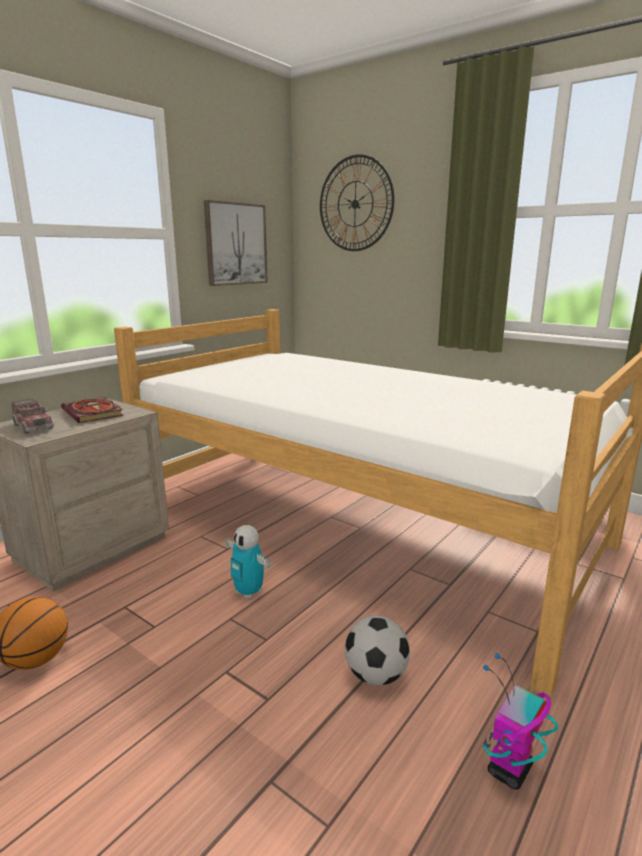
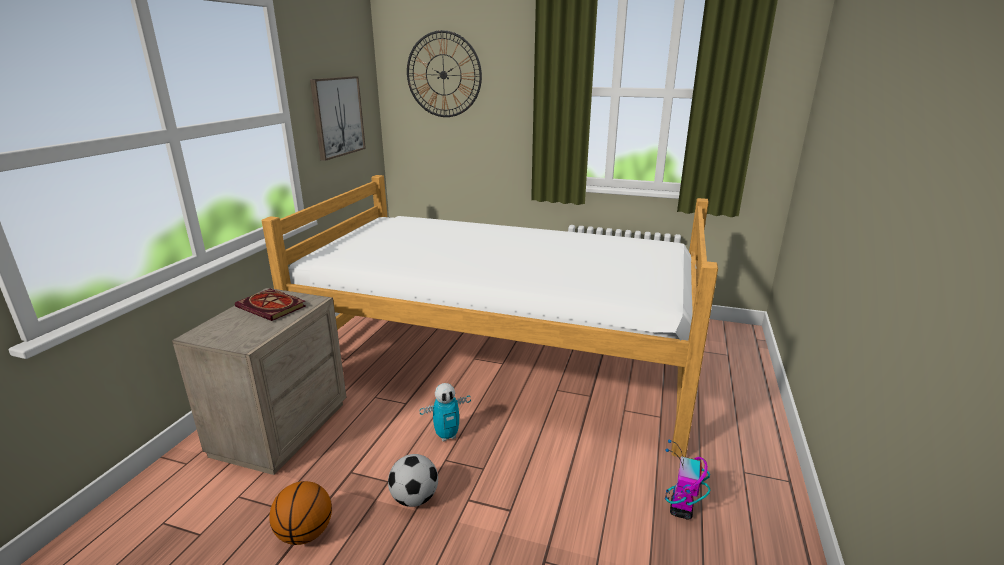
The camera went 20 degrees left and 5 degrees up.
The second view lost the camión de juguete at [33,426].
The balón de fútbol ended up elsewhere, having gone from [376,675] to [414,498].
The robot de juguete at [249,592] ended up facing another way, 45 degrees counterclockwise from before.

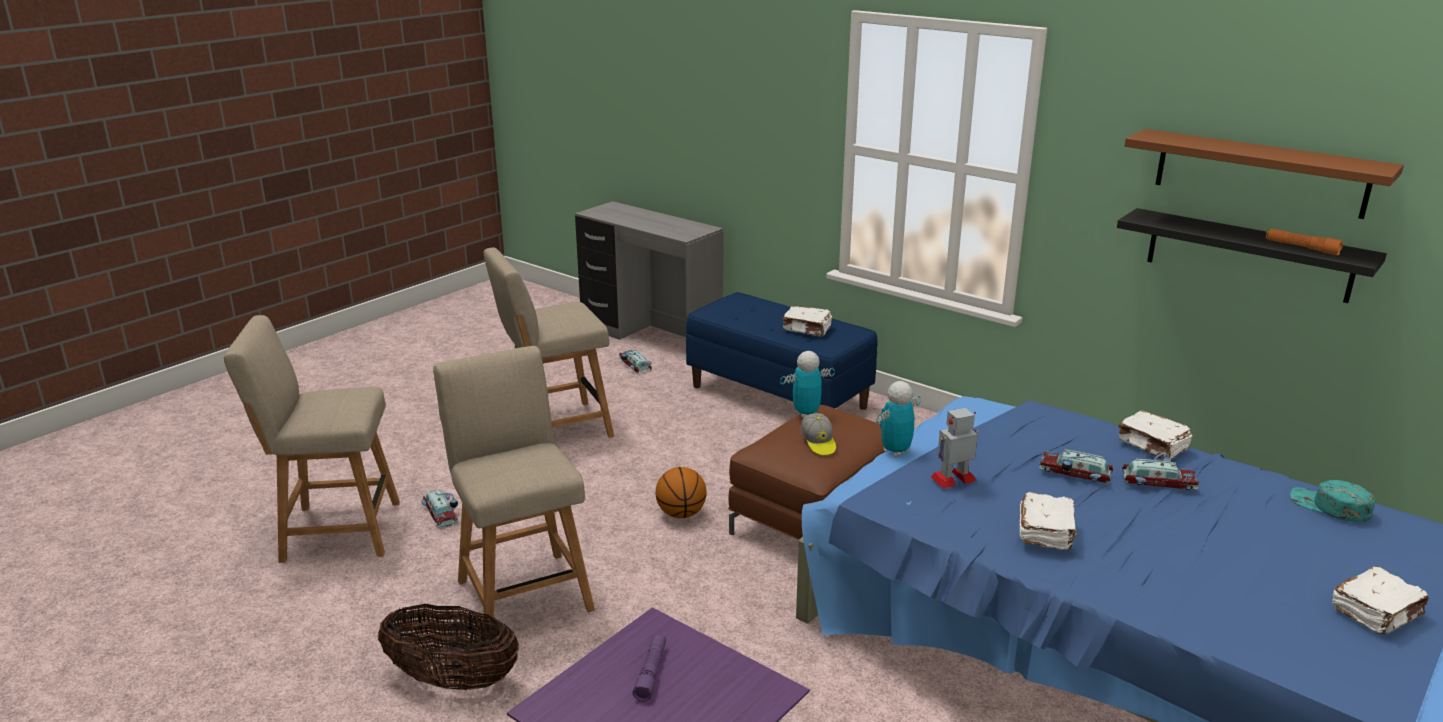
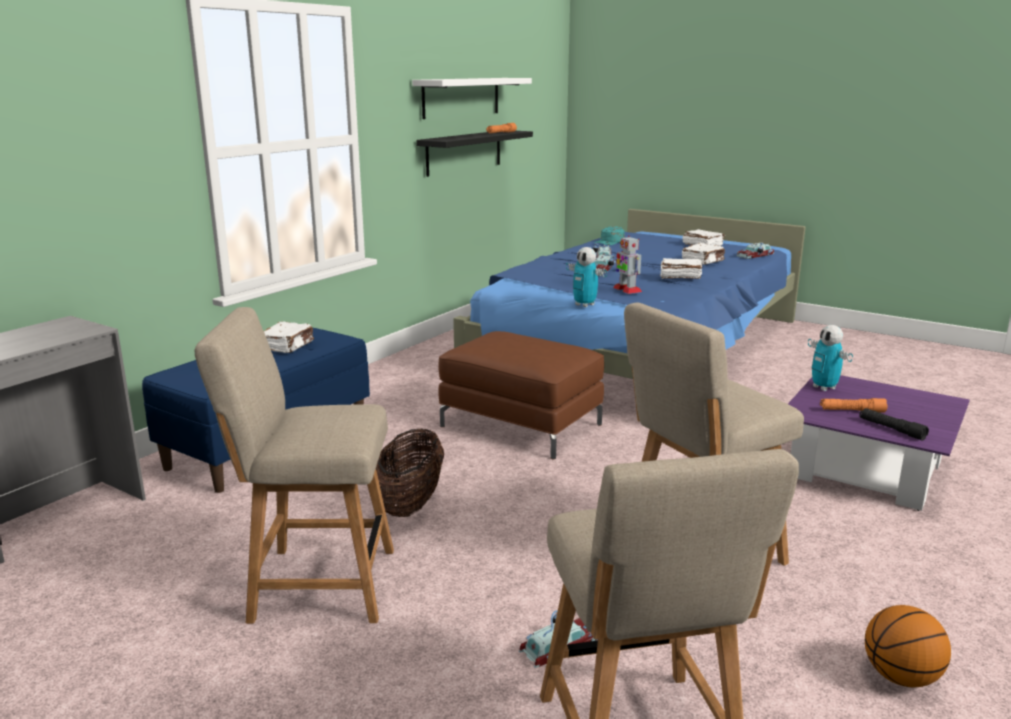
The camera went 95 degrees left and 5 degrees down.
The second view lost the gorra at [818,443].
The second view gained the linterna/negro at [891,429].
The cesta ended up elsewhere, having gone from [453,680] to [410,503].
The coche de juguete ended up elsewhere, having gone from [634,365] to [756,256].
The balón de baloncesto ended up elsewhere, having gone from [681,514] to [900,677].
The robot de juguete ended up elsewhere, having gone from [806,413] to [824,388].
The libro/blanco ended up elsewhere, having gone from [1153,446] to [703,261].
What was the linterna/morado at [651,673] turned into the linterna/naranja at [852,411].
What was the estante/marrón at [1260,173] turned into the estante/blanco at [461,97].
The silla/beis at [555,428] ended up facing another way, 120 degrees clockwise from before.

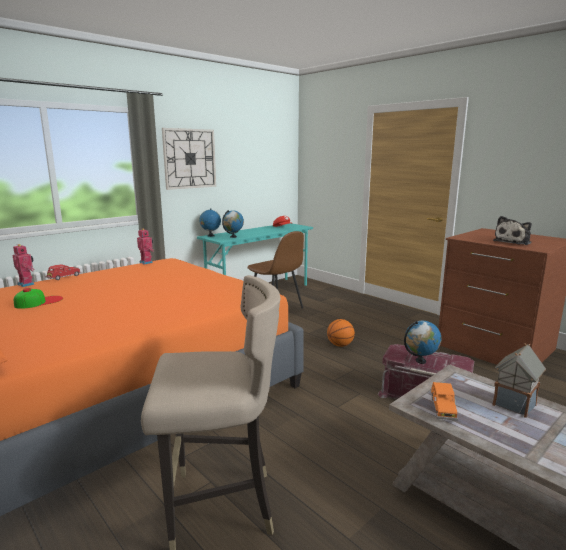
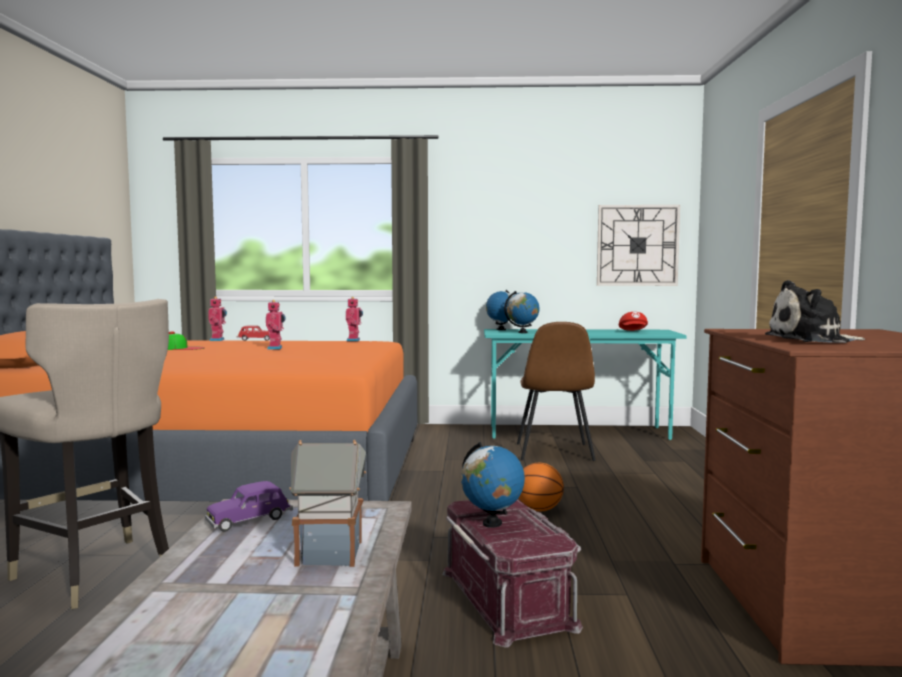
The camera went 45 degrees right and 10 degrees down.
The second view gained the robot de juguete at [276,348].
The reloj de pared ended up elsewhere, having gone from [189,158] to [637,245].
What was the coche de juguete/naranja at [442,408] turned into the coche de juguete/morado at [249,521].

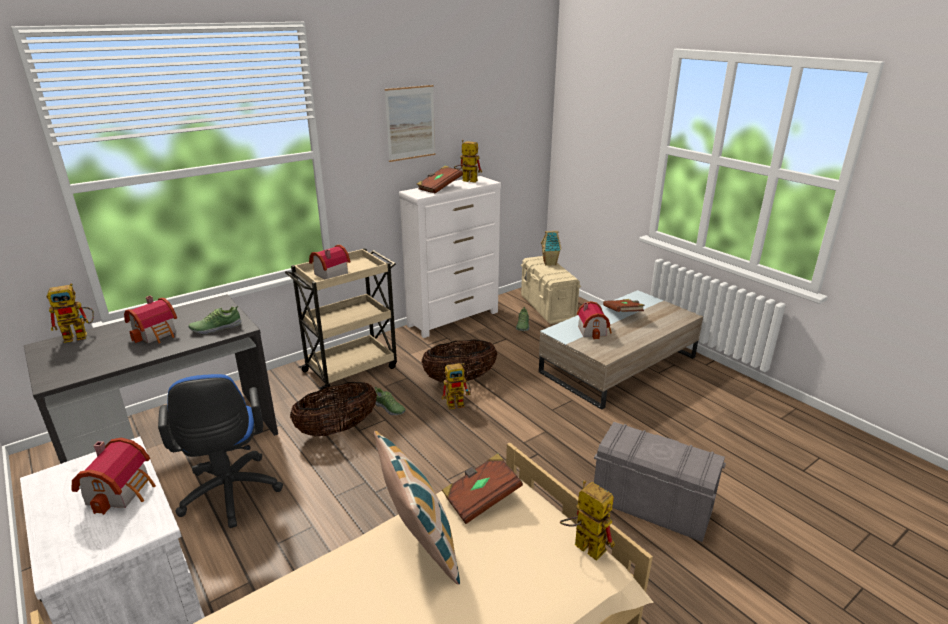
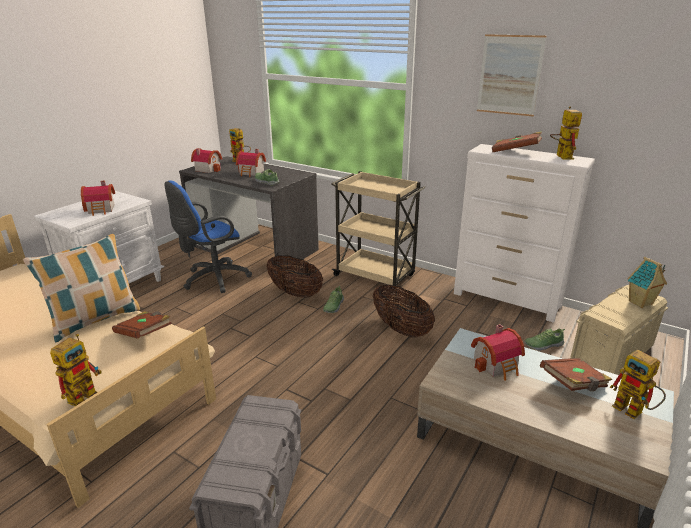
The camera went 70 degrees right and 0 degrees up.
The casita ended up elsewhere, having gone from [329,274] to [208,169].
The robot de juguete ended up elsewhere, having gone from [458,403] to [634,411].

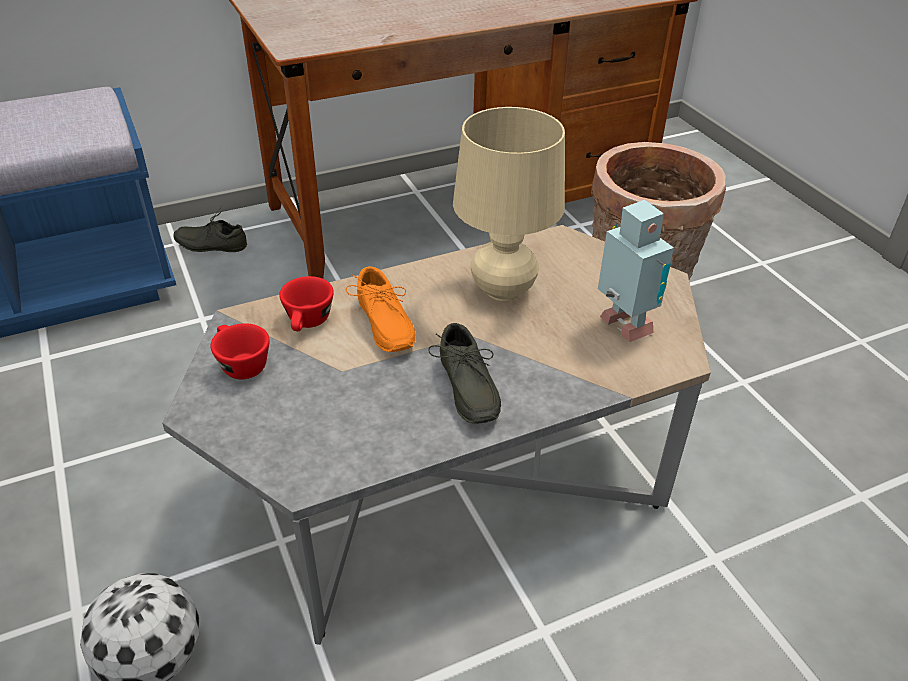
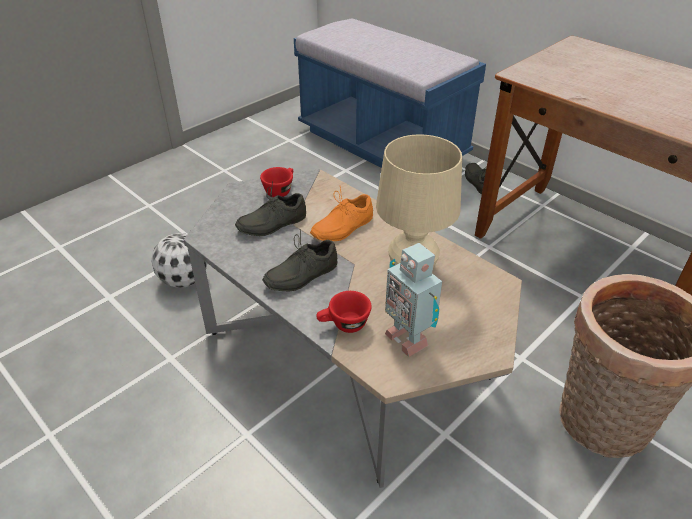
The camera went 70 degrees right and 0 degrees up.
The second view gained the zapato/gris at [271,223].
The taza/rojo ended up elsewhere, having gone from [308,323] to [344,325].
The robot de juguete at [623,328] ended up facing another way, 105 degrees clockwise from before.

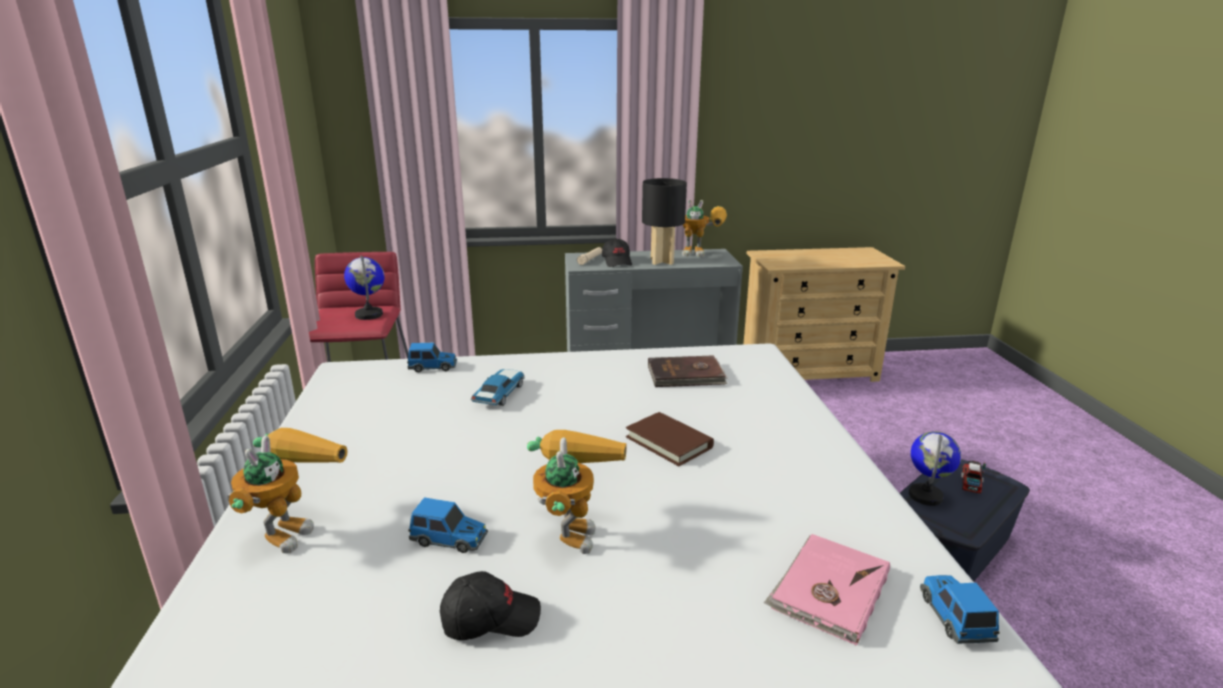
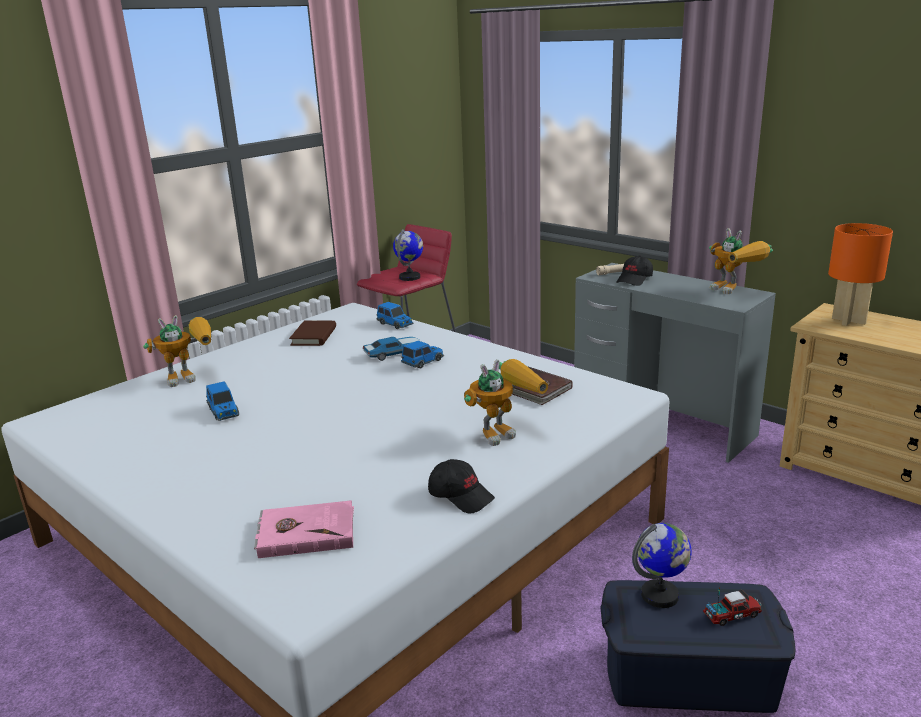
The camera went 50 degrees right and 0 degrees up.
The second view lost the lámpara de mesa/negro at [662,261].
The second view gained the lámpara de mesa/naranja at [848,321].
The gorra/negro ended up elsewhere, having gone from [490,618] to [461,496].
The robot de juguete ended up elsewhere, having gone from [571,527] to [504,431].
The libro/marrón ended up elsewhere, having gone from [669,442] to [314,336].
The coche de juguete ended up elsewhere, having gone from [954,617] to [423,362].

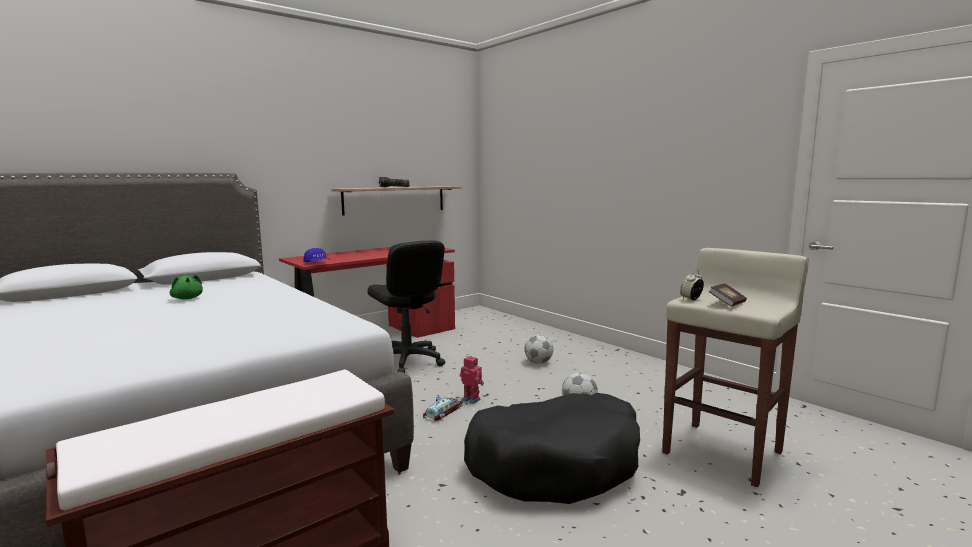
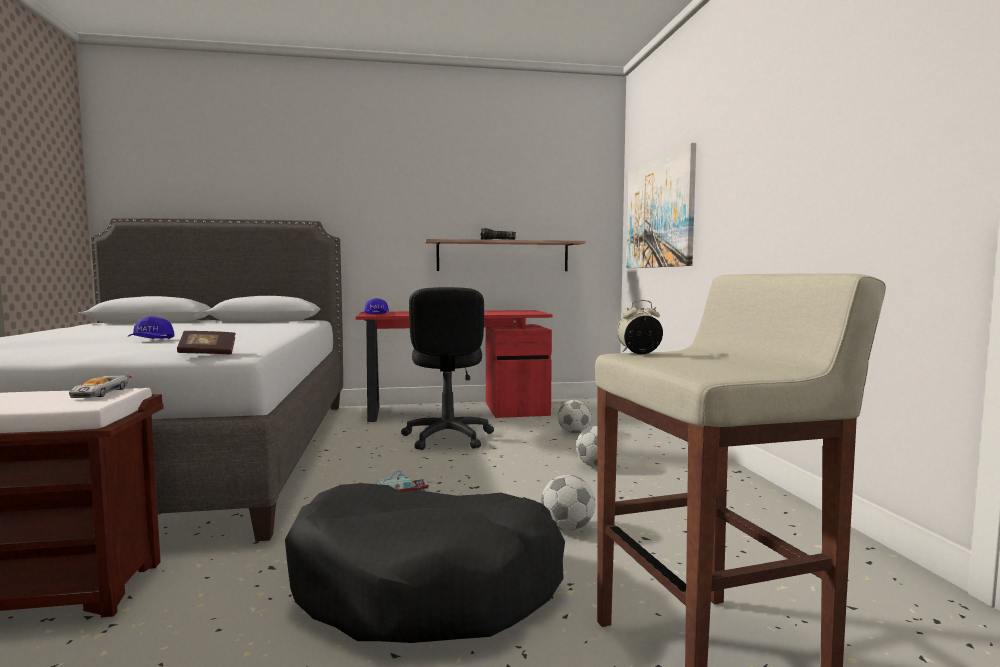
The camera went 30 degrees right and 5 degrees down.
The second view lost the peluche/verde at [187,298].
The second view lost the robot de juguete at [472,399].
The second view gained the coche de juguete at [99,393].
The second view gained the gorra/azul at [151,341].
The second view gained the balón de fútbol at [573,432].
The second view gained the cuadro at [659,213].
The libro ended up elsewhere, having gone from [727,304] to [207,353].

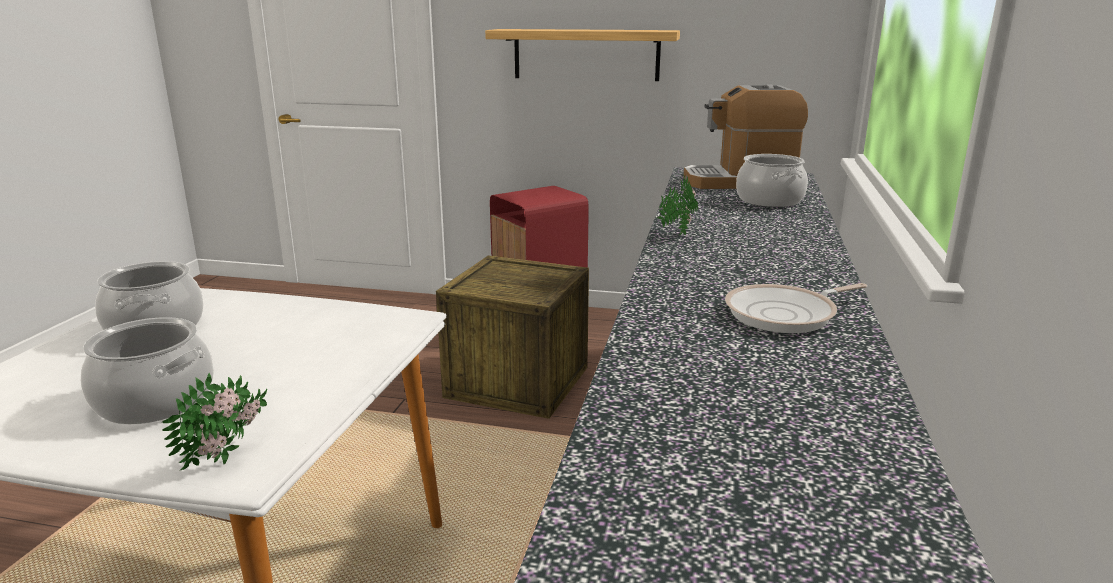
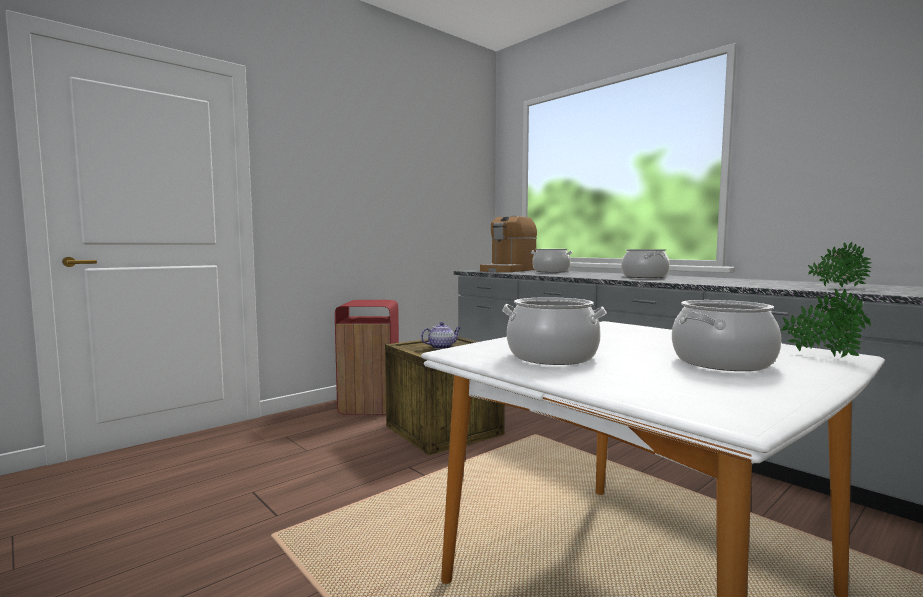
The camera went 55 degrees left and 15 degrees down.
The second view lost the estante at [586,54].
The second view lost the sartén at [786,314].
The second view gained the tetera at [441,347].
The second view gained the olla at [644,277].
The planta en maceta ended up elsewhere, having gone from [676,232] to [836,287].

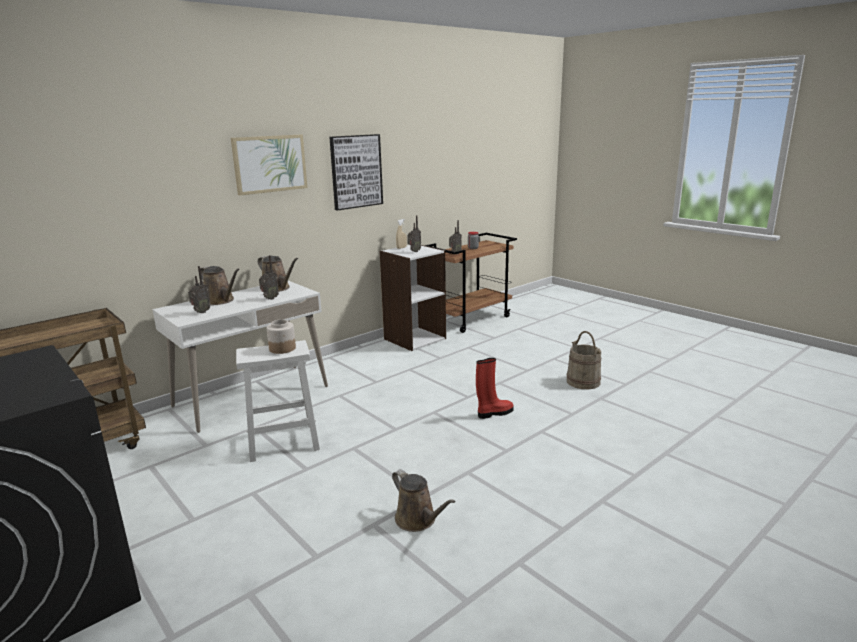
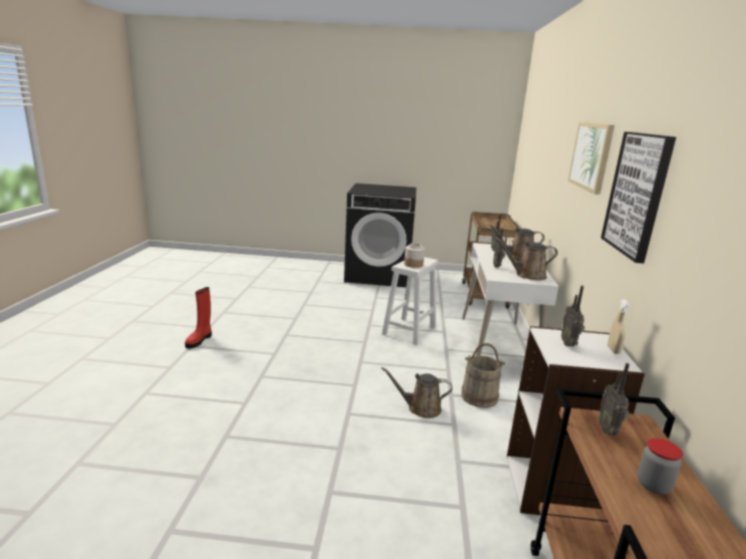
The camera went 135 degrees right and 0 degrees up.
The regadera/marrón ended up elsewhere, having gone from [418,520] to [420,408].
The bota/rojo ended up elsewhere, having gone from [494,413] to [199,340].
The cubo/beis ended up elsewhere, having gone from [583,382] to [479,397].

